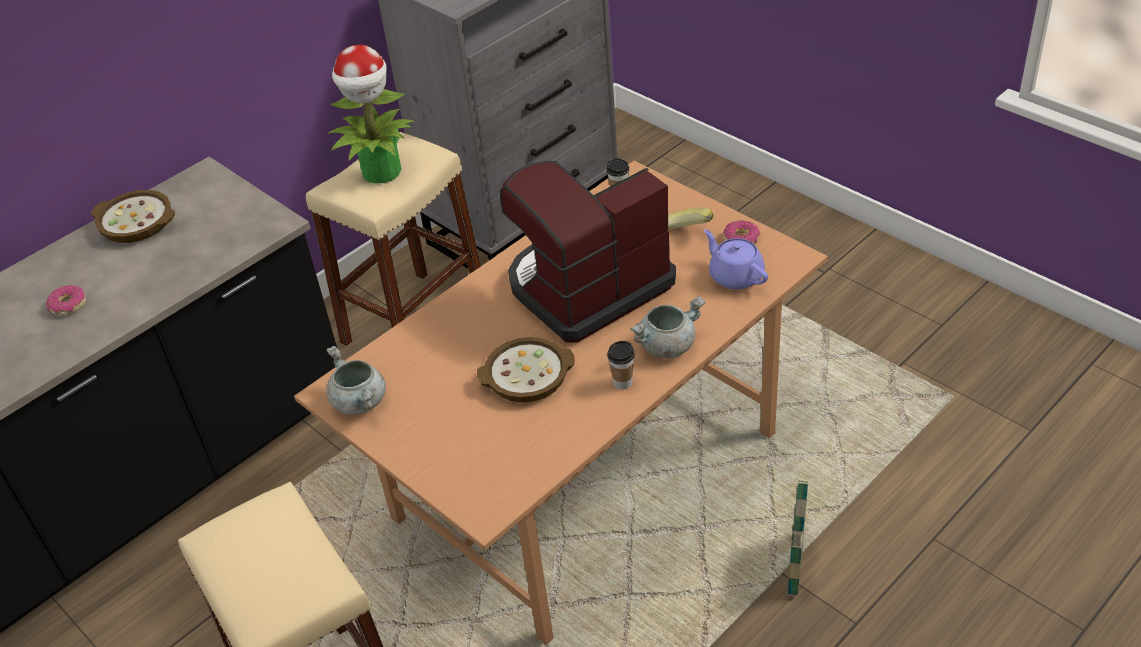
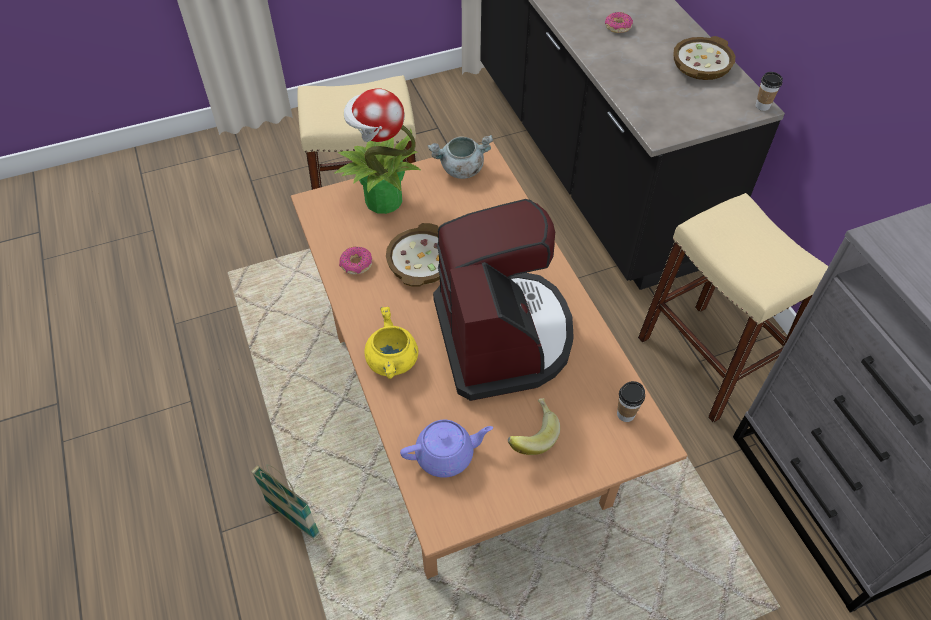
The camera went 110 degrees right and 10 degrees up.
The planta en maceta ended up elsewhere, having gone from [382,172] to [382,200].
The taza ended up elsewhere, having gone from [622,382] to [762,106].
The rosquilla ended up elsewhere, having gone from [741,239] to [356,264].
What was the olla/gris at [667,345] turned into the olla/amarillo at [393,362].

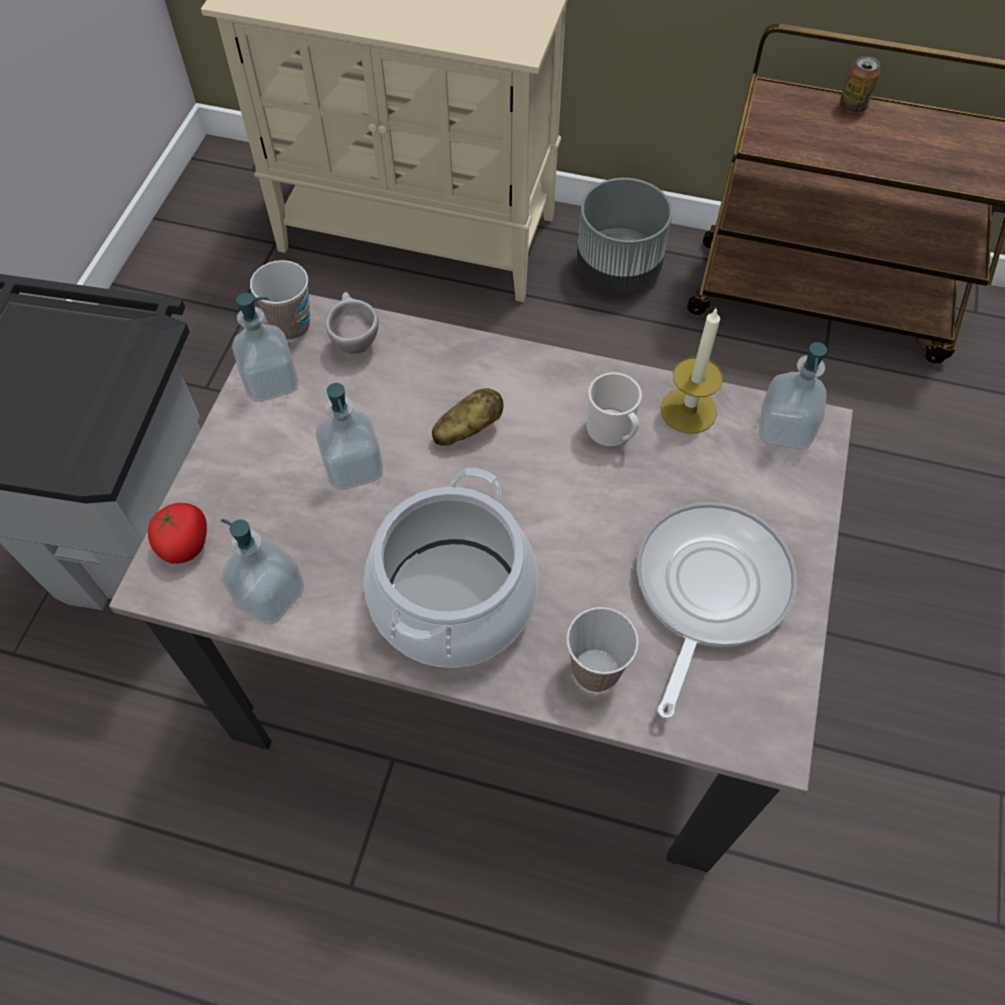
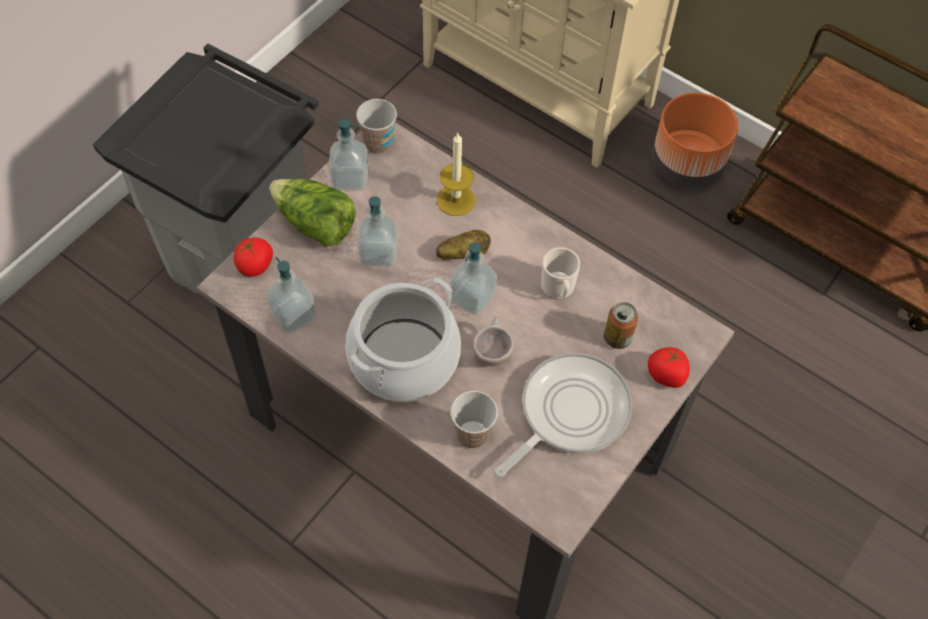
The camera went 20 degrees right and 0 degrees up.
The second view gained the lechuga at [315,224].
The second view gained the tomate at [667,375].
The taza/beis ended up elsewhere, having gone from [354,340] to [492,352].
The vela ended up elsewhere, having gone from [688,410] to [456,200].
The dispensador de jabón ended up elsewhere, having gone from [784,429] to [472,297].
The lata ended up elsewhere, having gone from [852,106] to [617,338].
What was the maceta/gris at [619,268] turned into the maceta/naranja at [687,165].

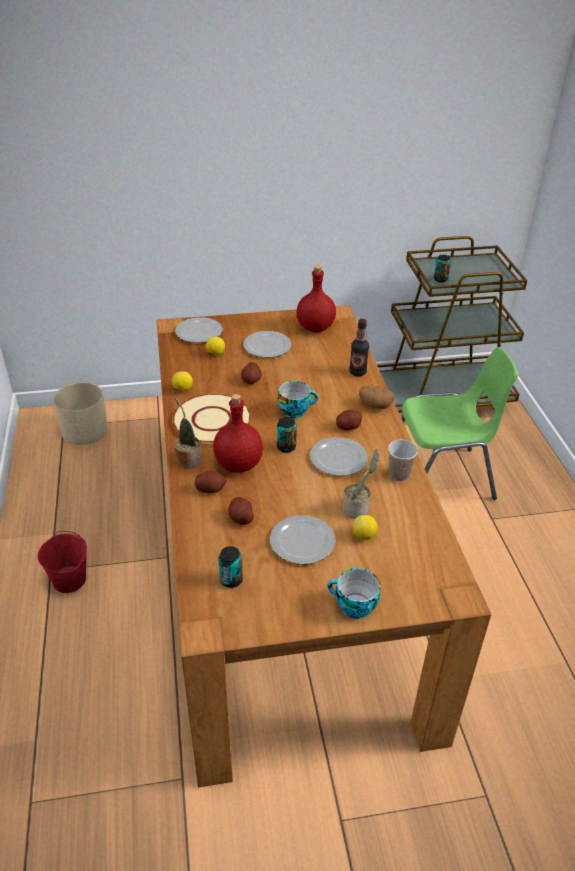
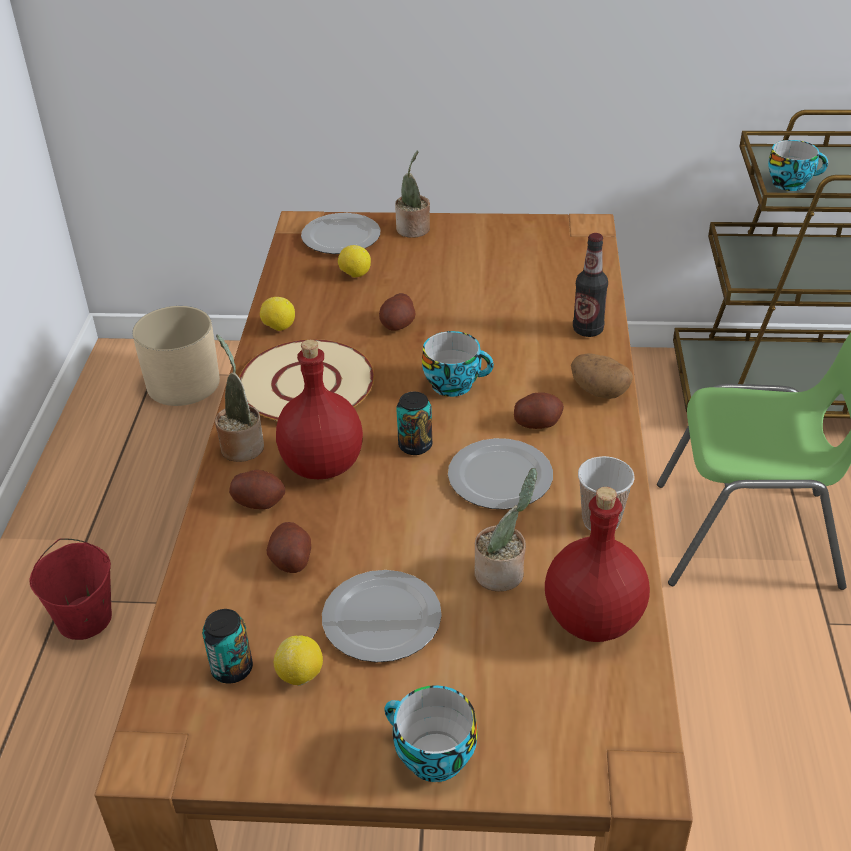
The camera went 15 degrees right and 0 degrees up.
The second view lost the plato at [267,347].
The second view gained the planta en maceta at [413,230].
The botella/rojo ended up elsewhere, having gone from [315,327] to [592,618].
The limón ended up elsewhere, having gone from [364,536] to [301,676].
Where the lata stood at [440,279], the taza came to stand at [791,183].

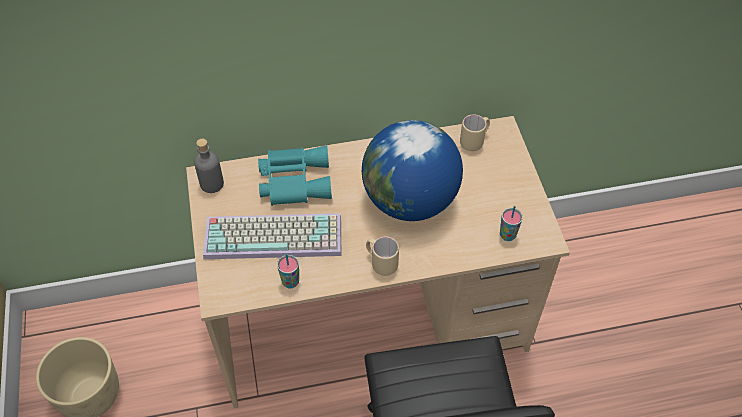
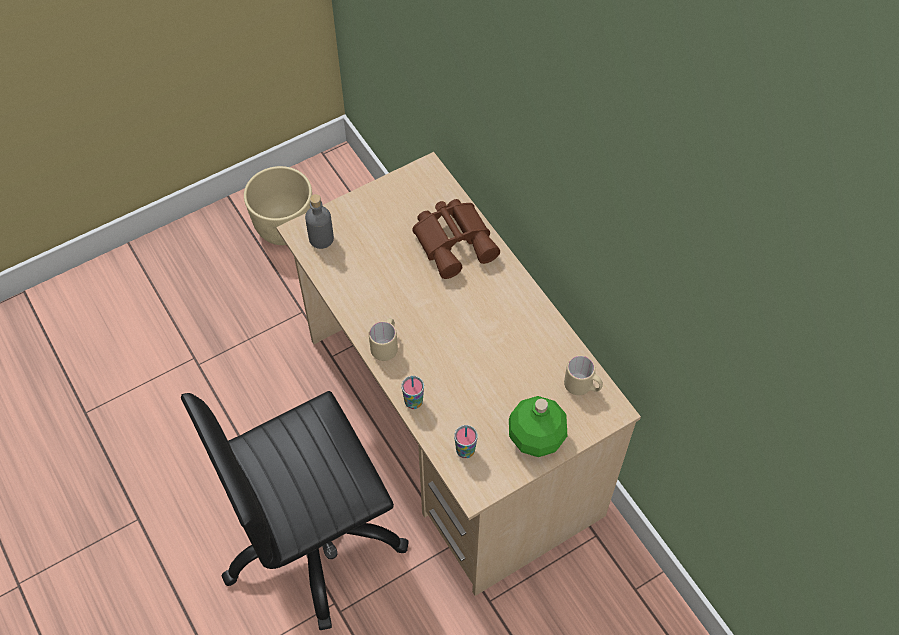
The camera went 70 degrees right and 5 degrees up.
The second view lost the teclado at [275,235].
The second view lost the globo terráqueo at [409,200].
The second view gained the botella/verde at [536,436].
The botella/gris ended up elsewhere, having gone from [212,184] to [321,238].
The taza ended up elsewhere, having gone from [290,282] to [413,402].
What was the prismáticos/turquesa at [294,180] turned into the prismáticos/marrón at [455,241].

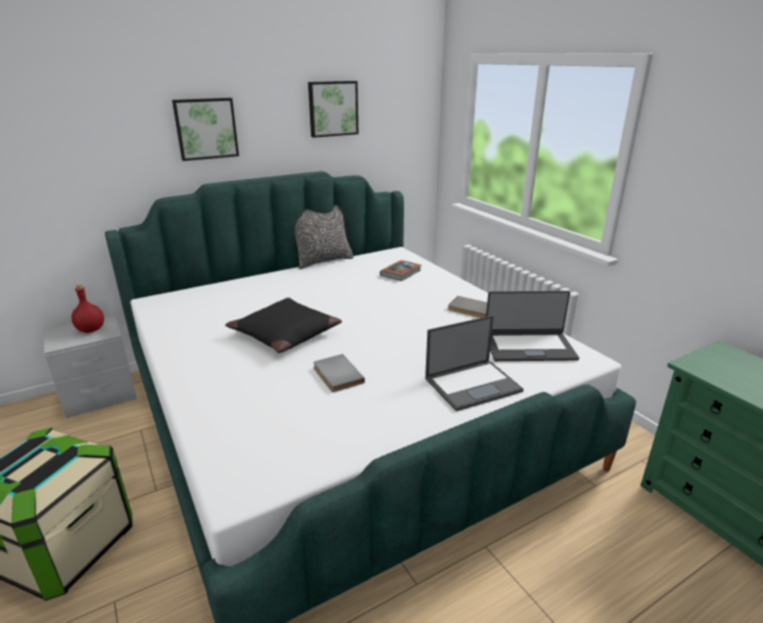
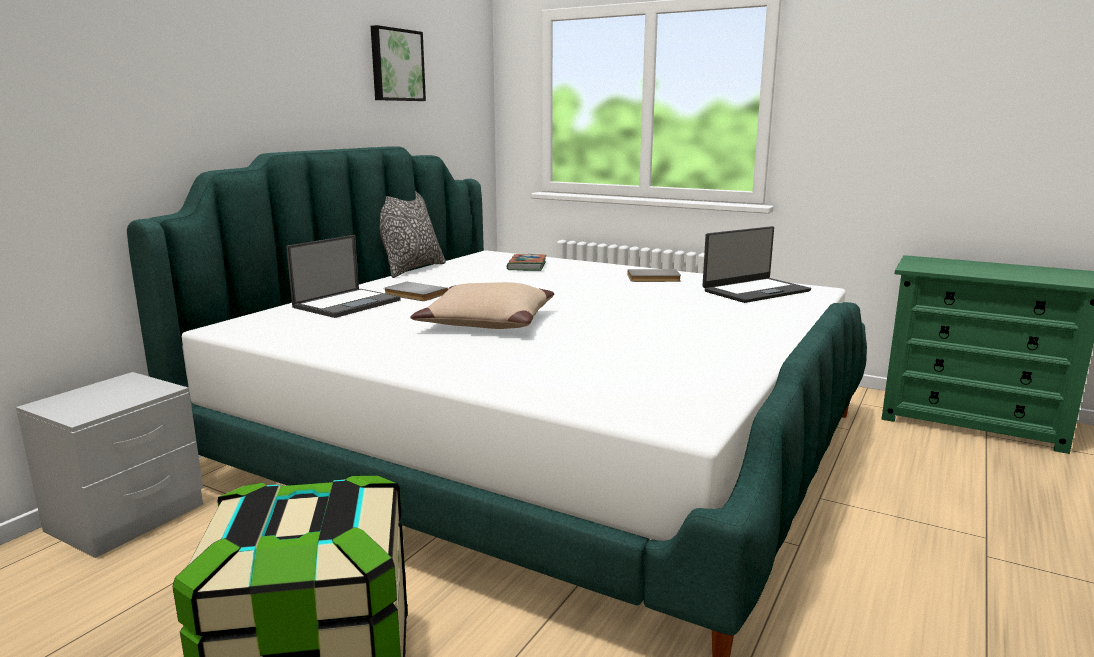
The camera went 30 degrees left and 10 degrees down.
The second view lost the botella/rojo at [91,330].
The second view lost the cuadro at [206,128].
The libro/gris ended up elsewhere, having gone from [336,375] to [414,294].
The portátil ended up elsewhere, having gone from [473,384] to [347,303].
What was the cojín/negro at [284,334] turned into the cojín/beis at [486,322].

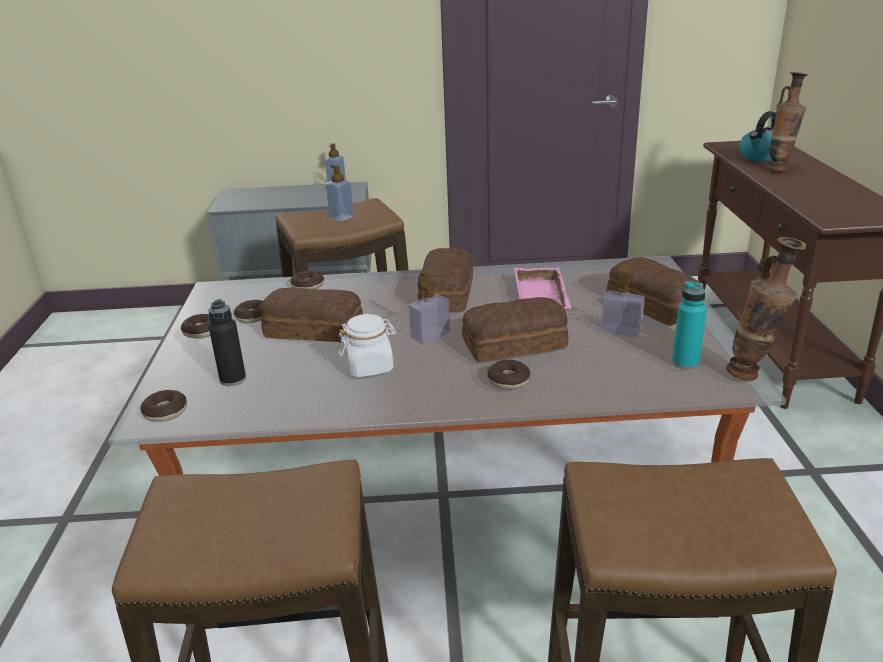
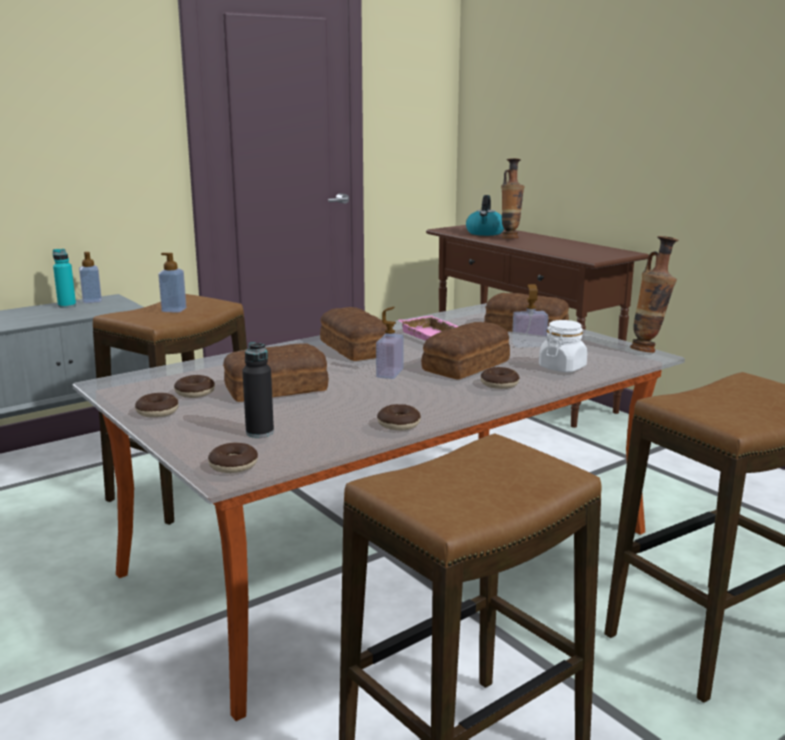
The camera went 35 degrees left and 10 degrees down.
The rosquilla ended up elsewhere, having gone from [308,286] to [398,424].
The tarro/blanco ended up elsewhere, having gone from [369,367] to [562,367].
The botella/turquesa ended up elsewhere, having gone from [685,362] to [67,306].

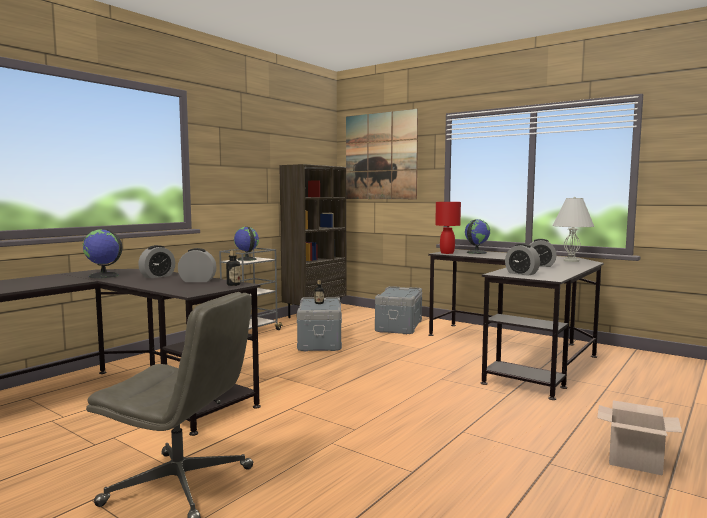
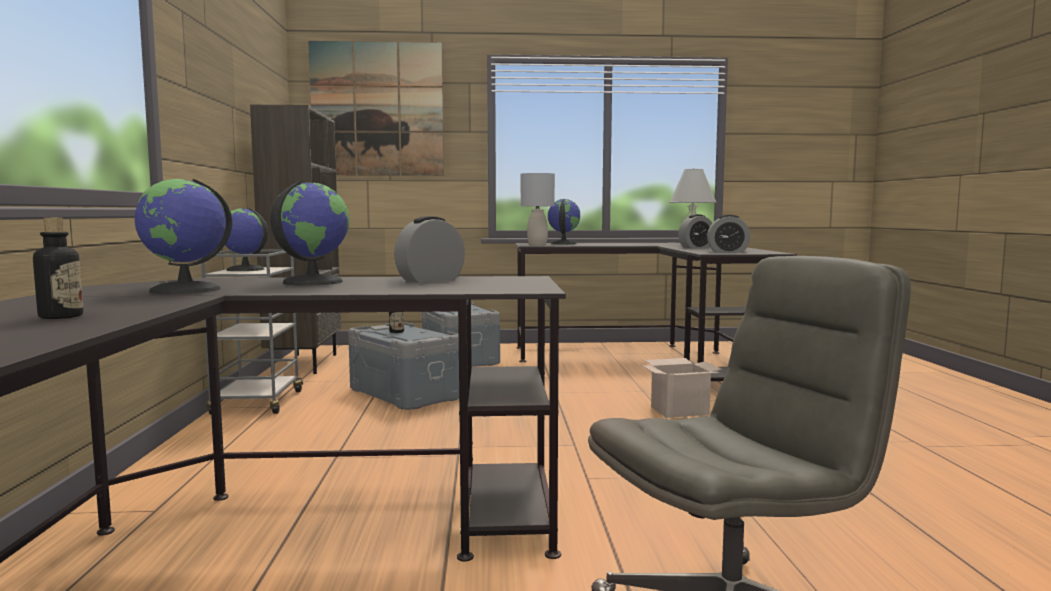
The camera went 40 degrees left and 0 degrees up.
The botella ended up elsewhere, having gone from [233,285] to [61,317].
The caja de cartón ended up elsewhere, having gone from [636,461] to [680,410].
Where the despertador stood at [157,276], the globo terráqueo came to stand at [312,282].
What was the lámpara de mesa/rojo at [447,253] turned into the lámpara de mesa/gris at [537,245].

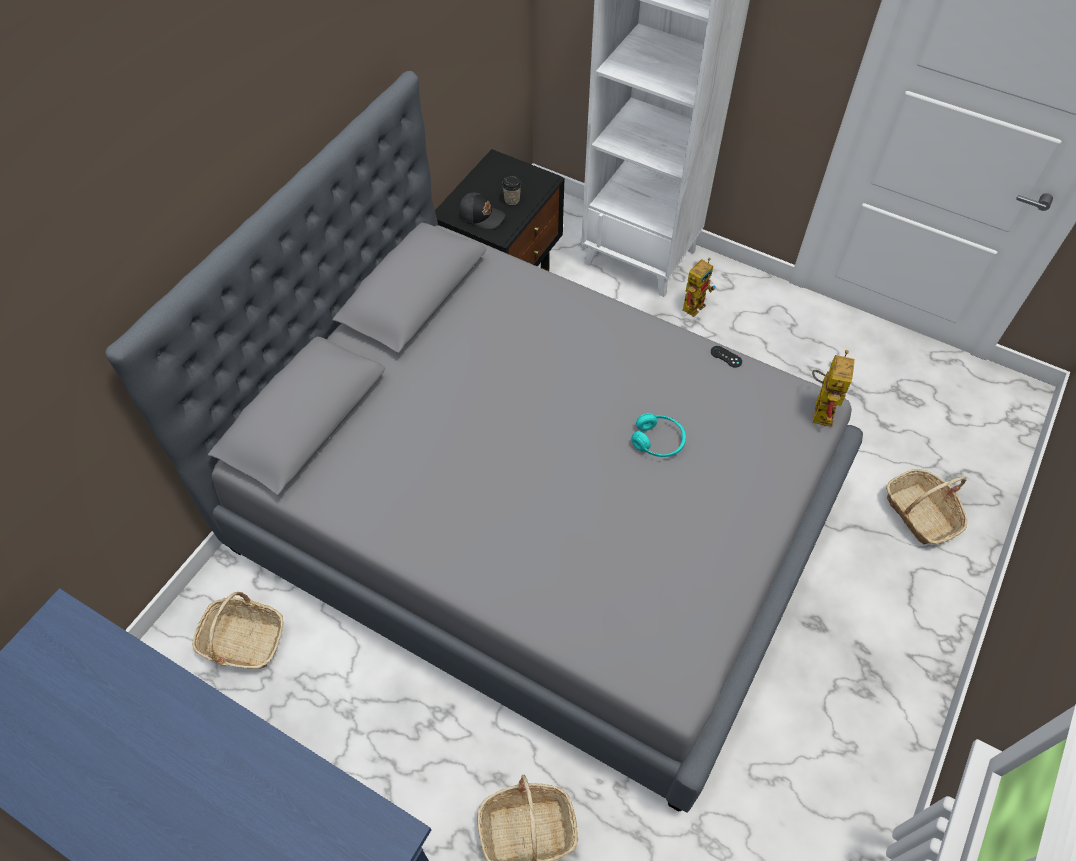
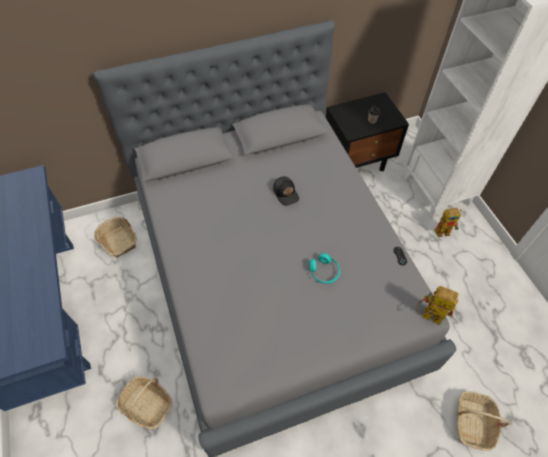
The camera went 40 degrees right and 0 degrees up.
The gorra/negro ended up elsewhere, having gone from [481,216] to [286,193].
The robot de juguete at [821,407] ended up facing another way, 120 degrees counterclockwise from before.

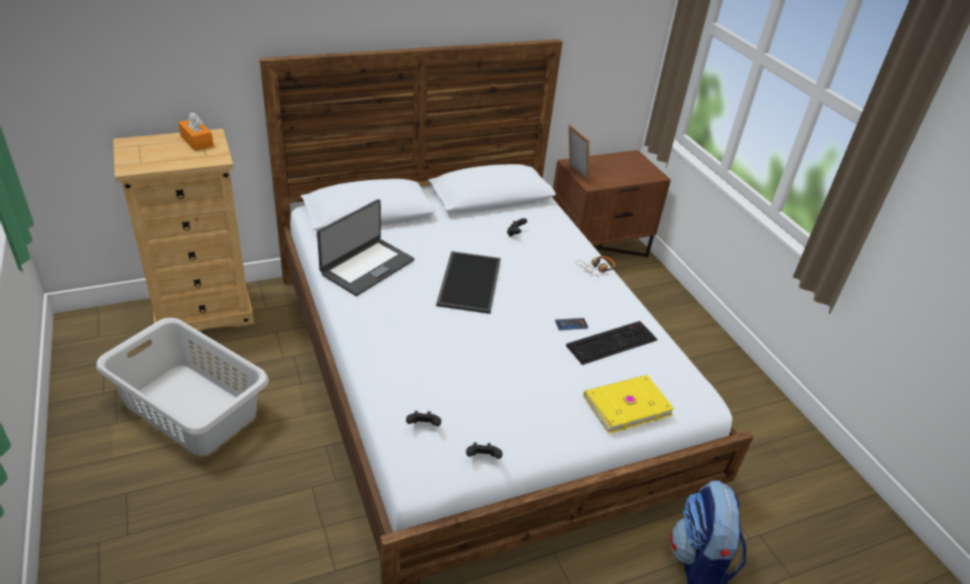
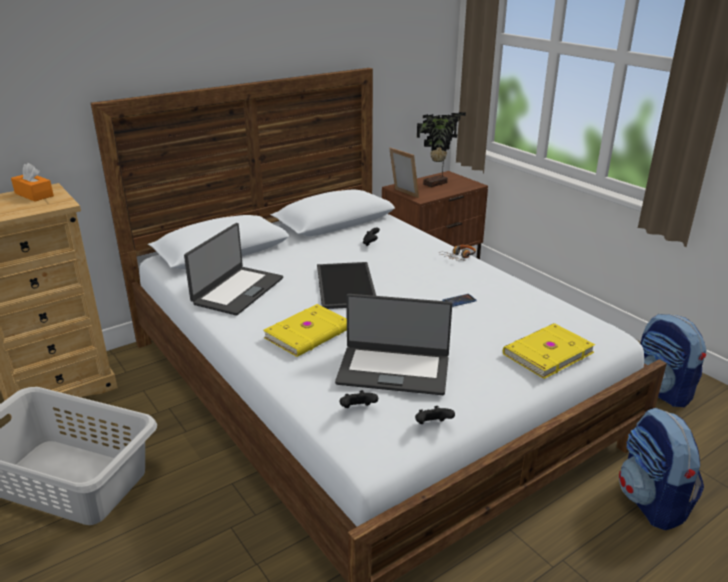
The camera went 10 degrees left and 10 degrees down.
The second view lost the teclado at [611,341].
The second view gained the libro/amarillo at [309,334].
The second view gained the portátil at [393,370].
The second view gained the planta en maceta at [436,184].
The second view gained the mochila at [662,390].

